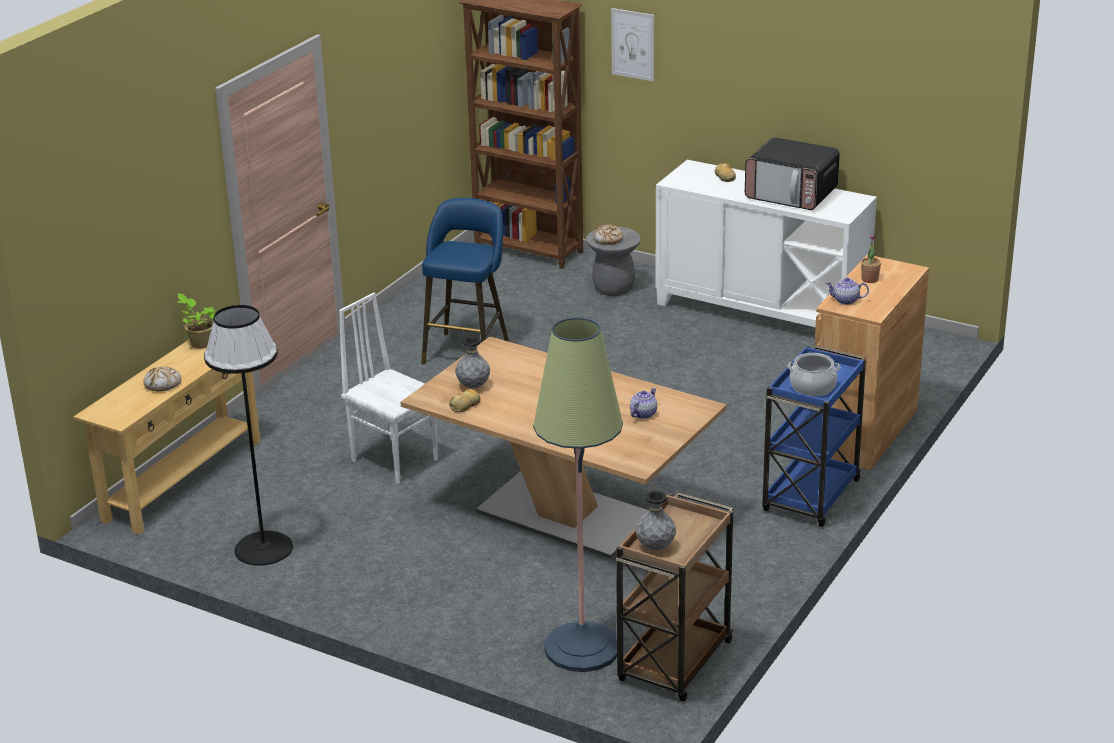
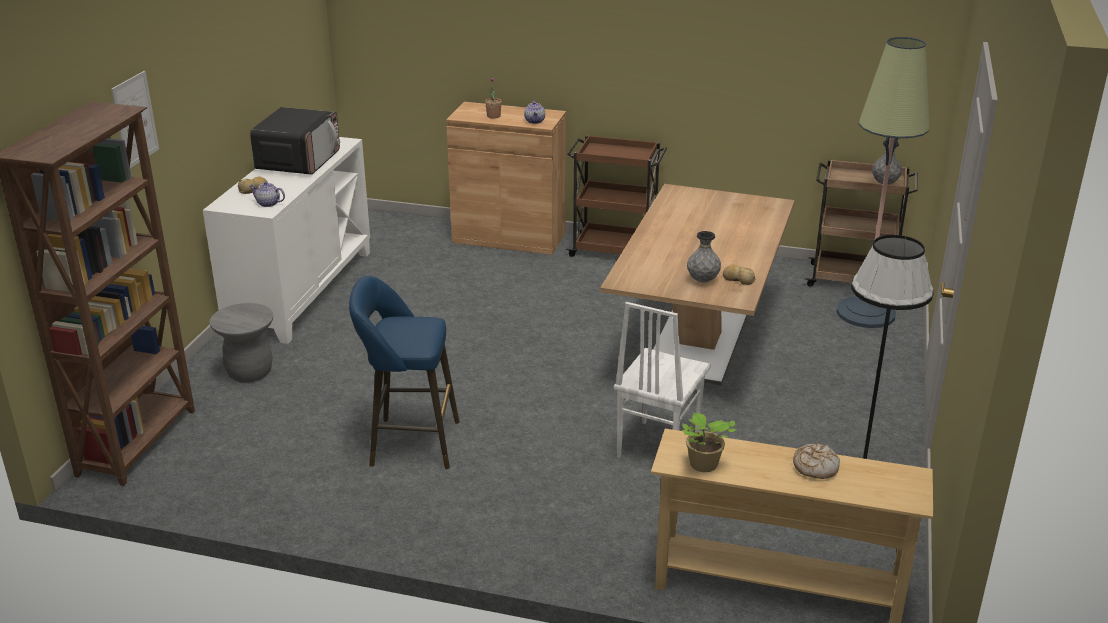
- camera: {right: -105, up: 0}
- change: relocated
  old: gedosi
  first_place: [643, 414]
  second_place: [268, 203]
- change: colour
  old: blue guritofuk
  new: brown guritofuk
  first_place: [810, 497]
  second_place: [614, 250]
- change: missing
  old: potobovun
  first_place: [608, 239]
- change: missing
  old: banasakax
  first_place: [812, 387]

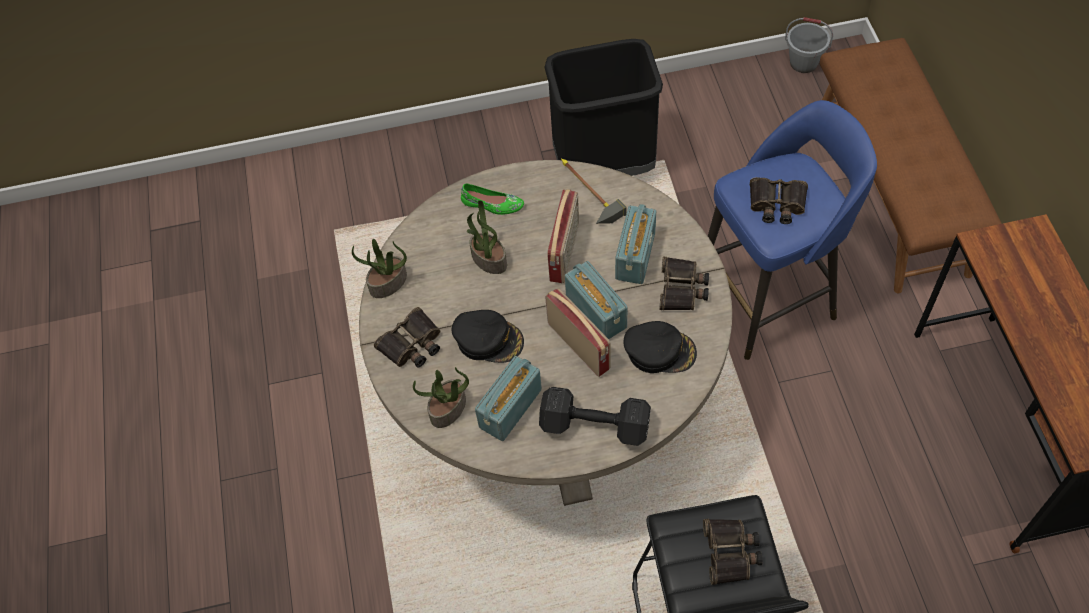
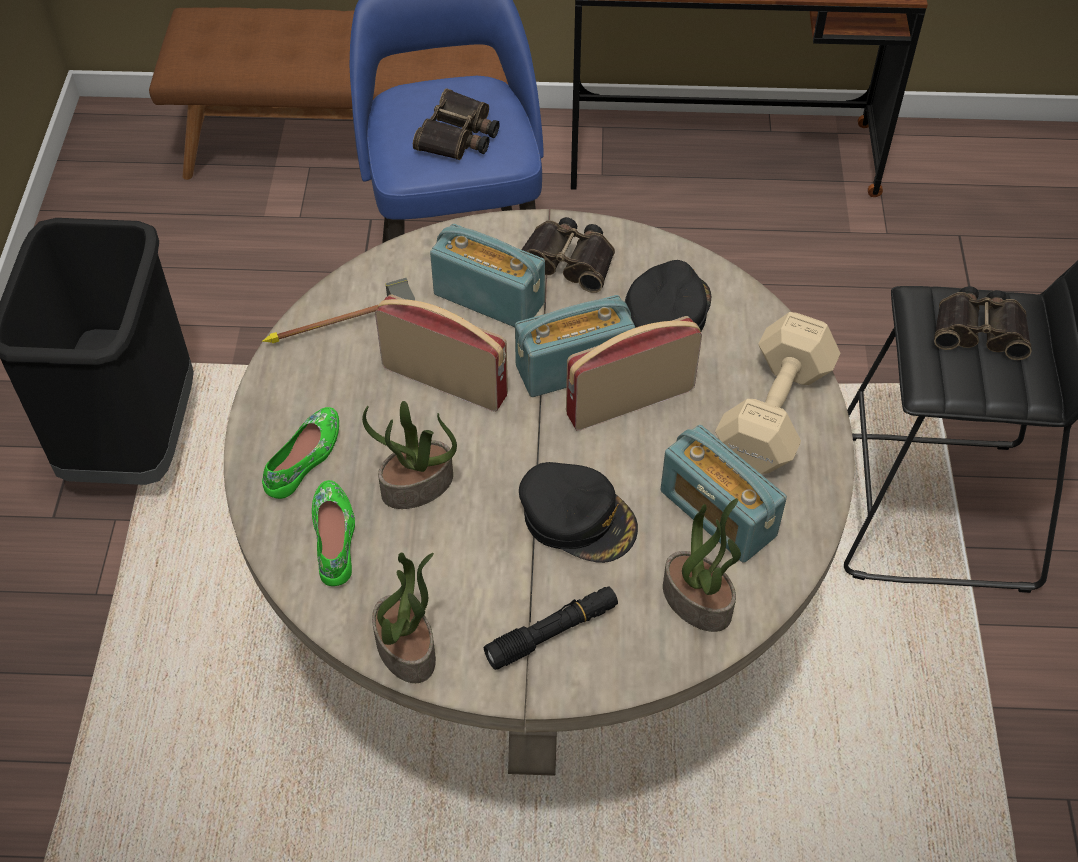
- camera: {right: -80, up: -5}
- change: appeared
  new: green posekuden
  second_place: [335, 538]
- change: exchanged
  old: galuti
  new: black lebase
  first_place: [412, 344]
  second_place: [552, 633]
- change: spun
  old: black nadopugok
  first_place: [488, 339]
  second_place: [578, 517]
  degrees: 90
- change: colour
  old: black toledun
  new: beige toledun
  first_place: [592, 424]
  second_place: [771, 415]
- change: missing
  old: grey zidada
  first_place: [804, 62]

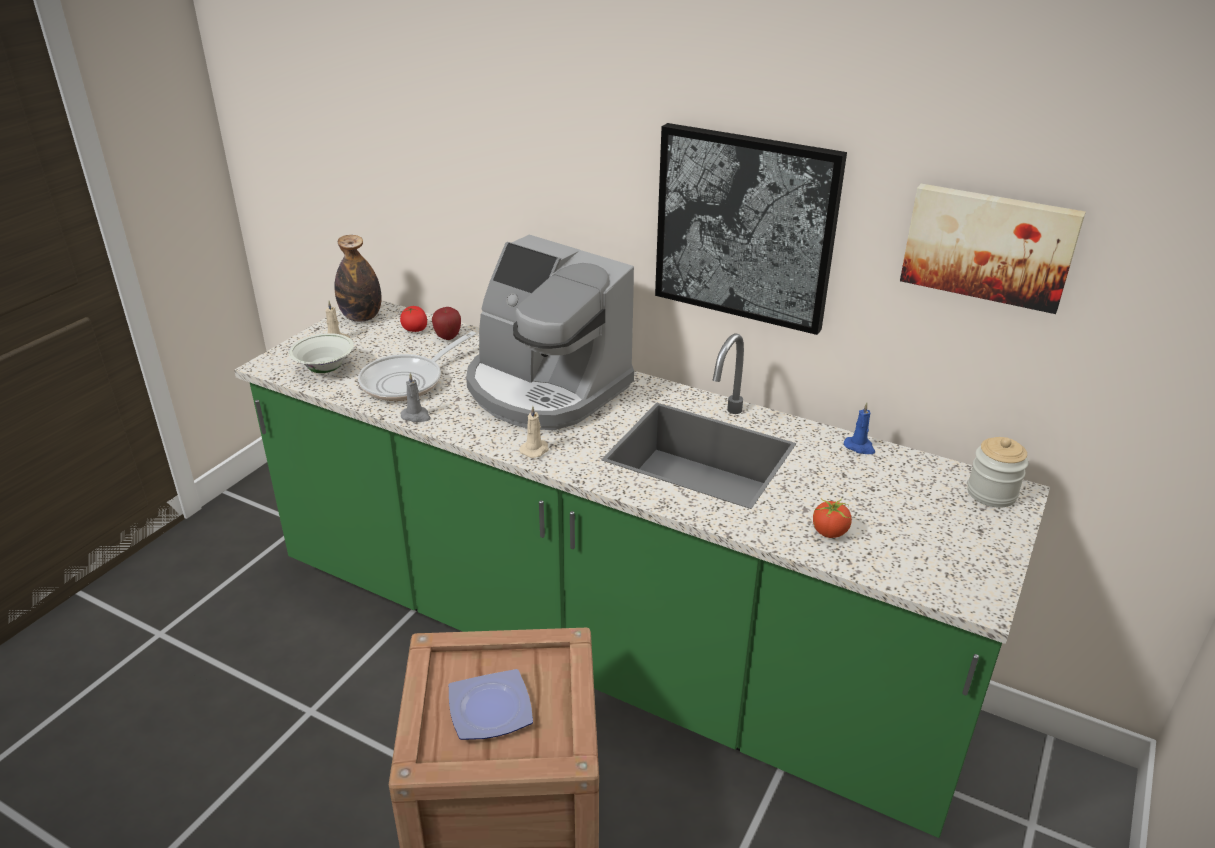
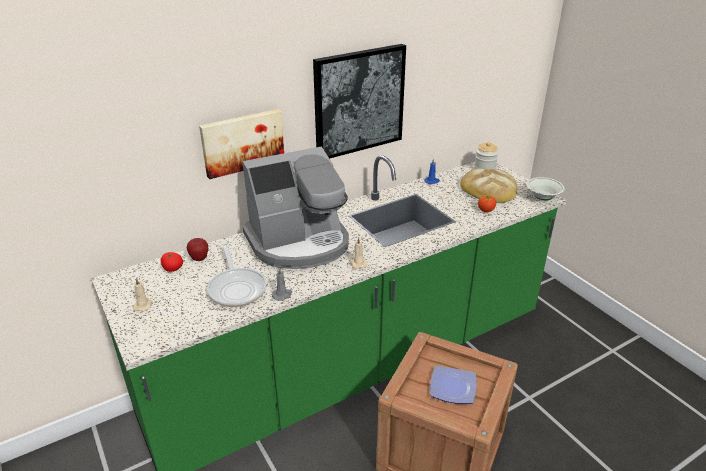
- camera: {right: -60, up: 0}
- change: relocated
  old: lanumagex
  first_place: [989, 245]
  second_place: [242, 142]
- change: appeared
  new: potobovun
  second_place: [489, 189]
- change: relocated
  old: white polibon
  first_place: [325, 369]
  second_place: [542, 198]
- change: missing
  old: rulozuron
  first_place: [361, 317]

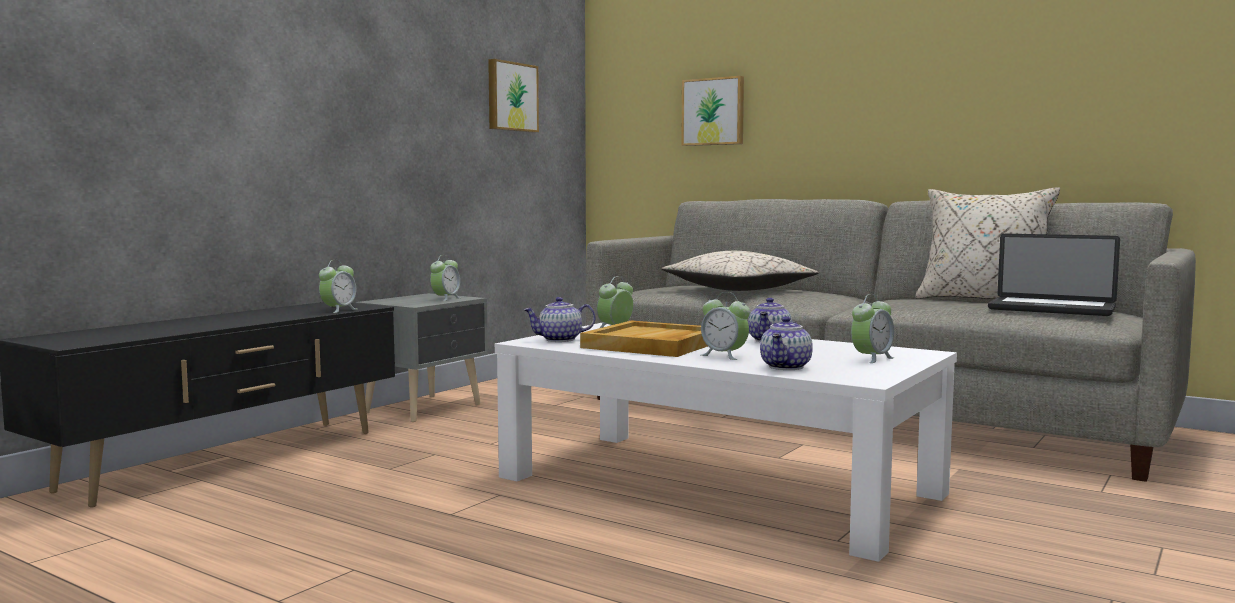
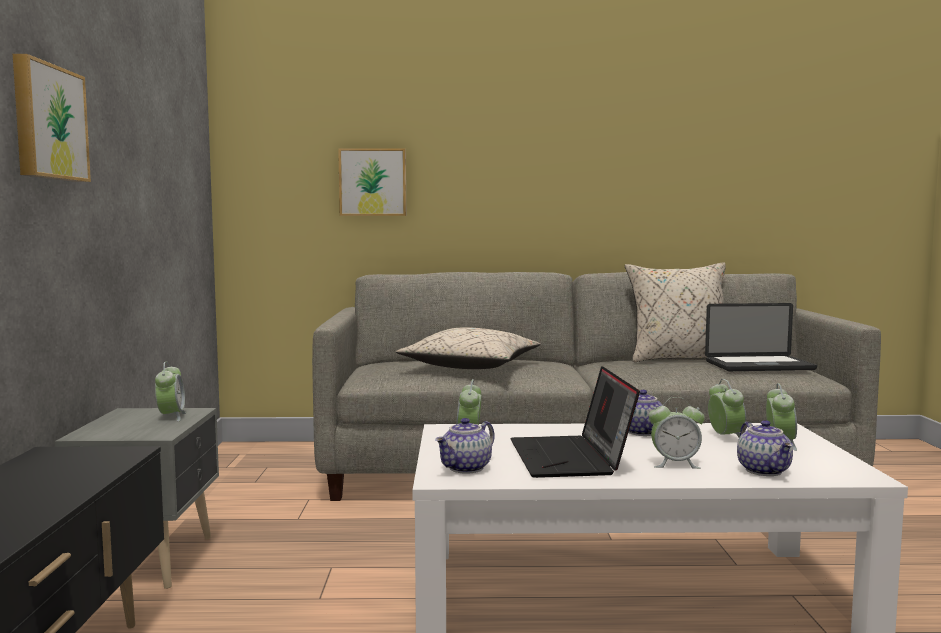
- camera: {right: -35, up: 0}
- change: relocated
  old: lanumagex
  first_place: [511, 97]
  second_place: [47, 122]
- change: exchanged
  old: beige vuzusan
  new: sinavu
  first_place: [652, 345]
  second_place: [571, 458]
- change: relocated
  old: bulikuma
  first_place: [338, 310]
  second_place: [725, 437]

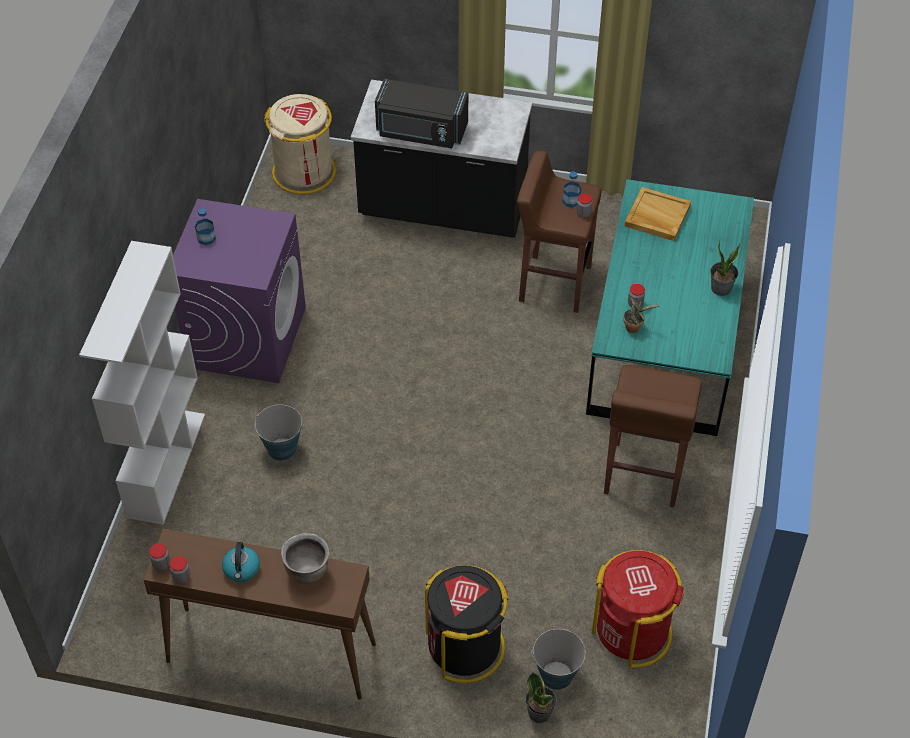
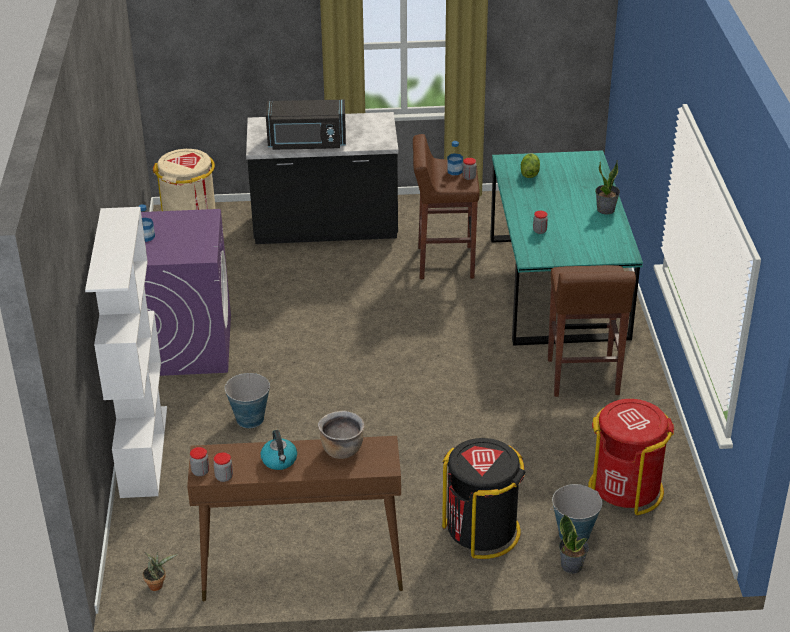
- camera: {right: -15, up: -15}
- change: relocated
  old: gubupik
  first_place: [634, 327]
  second_place: [157, 584]
- change: exchanged
  old: beige vuzusan
  new: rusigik
  first_place: [656, 216]
  second_place: [529, 173]

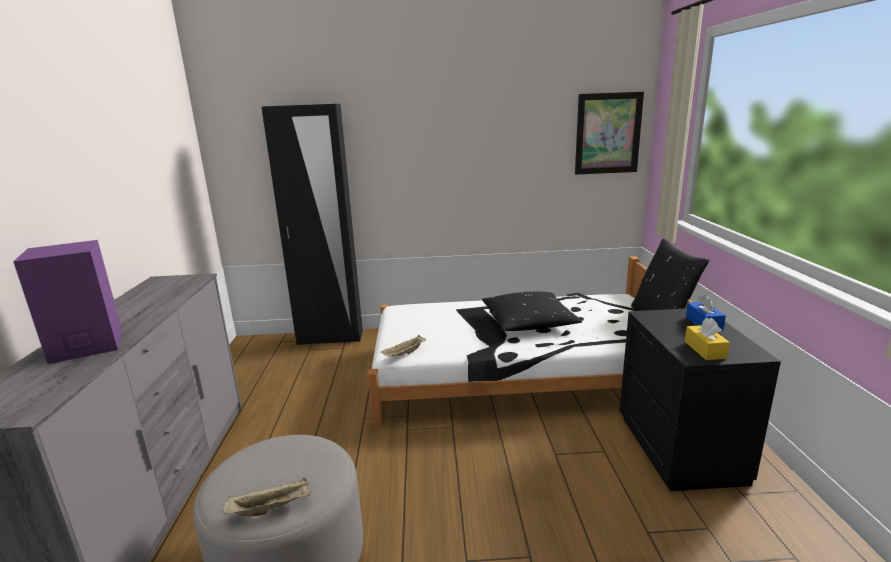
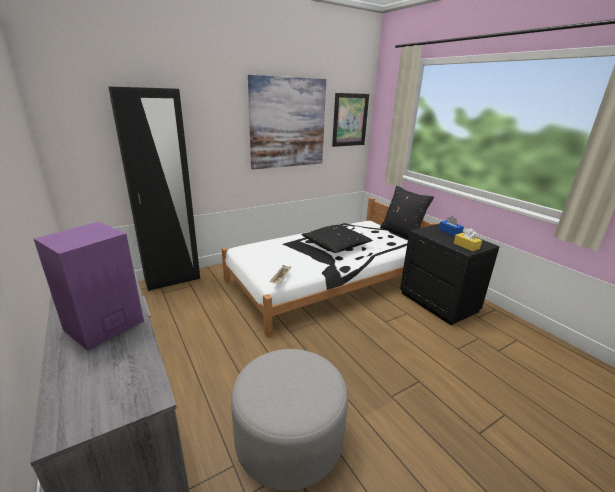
- camera: {right: -30, up: 5}
- change: appeared
  new: lanumagex
  second_place: [288, 123]
- change: missing
  old: beige vuzusan
  first_place: [271, 508]

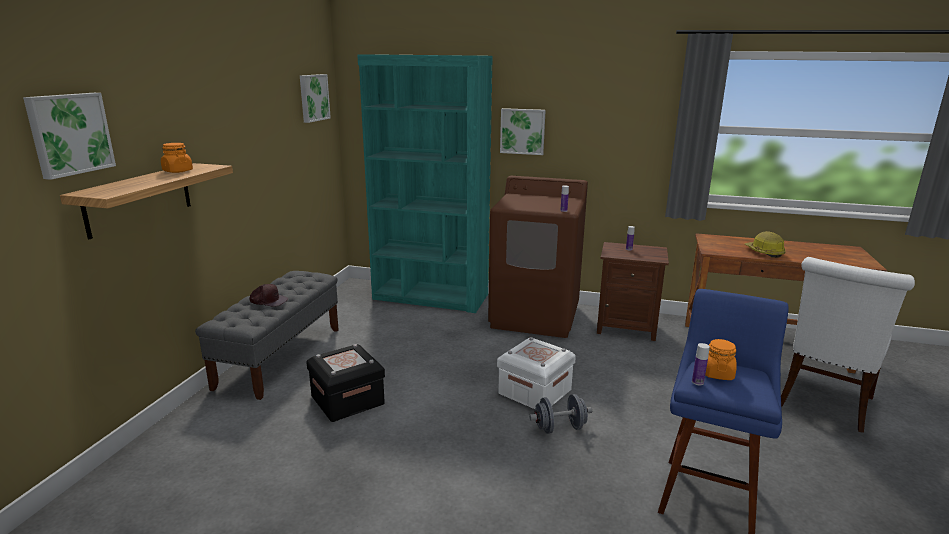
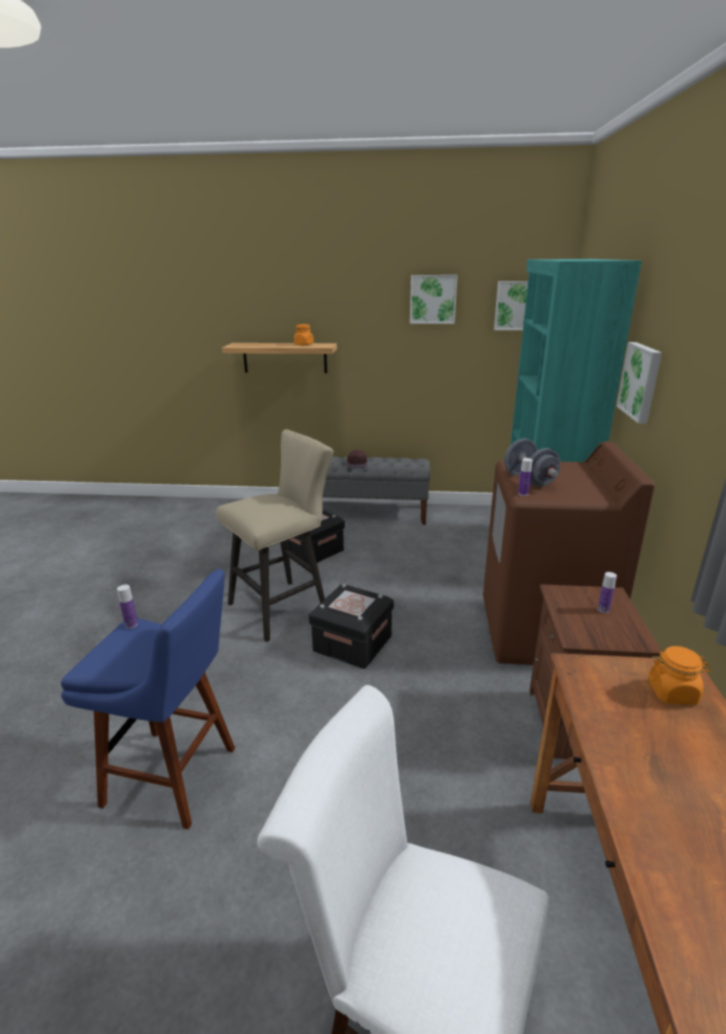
- camera: {right: 80, up: 5}
- change: appeared
  new: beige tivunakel
  second_place: [284, 606]
- change: colour
  old: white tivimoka
  new: black tivimoka
  first_place: [534, 392]
  second_place: [352, 643]
- change: relocated
  old: lanumagex
  first_place: [69, 134]
  second_place: [433, 299]
- change: relocated
  old: grey toledun
  first_place: [560, 428]
  second_place: [529, 480]
- change: relocated
  old: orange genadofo
  first_place: [717, 373]
  second_place: [672, 692]
- change: missing
  old: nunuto
  first_place: [764, 252]

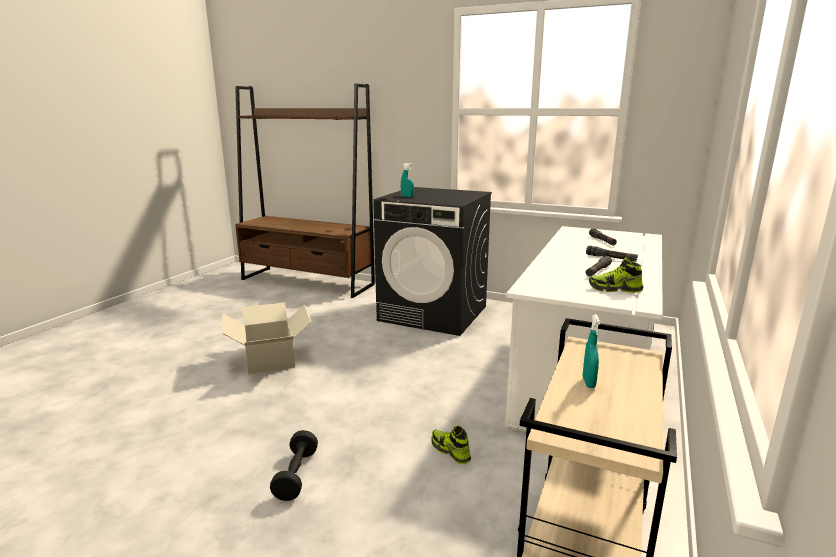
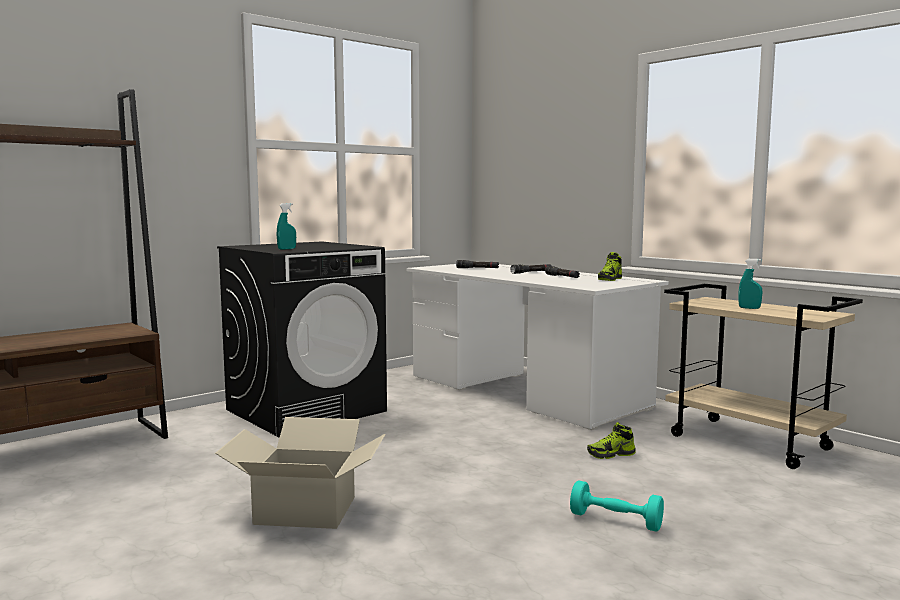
- camera: {right: -65, up: -10}
- change: colour
  old: black toledun
  new: turquoise toledun
  first_place: [296, 475]
  second_place: [615, 521]

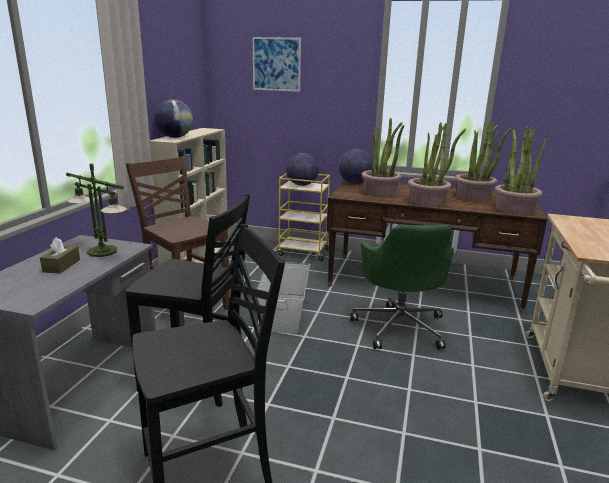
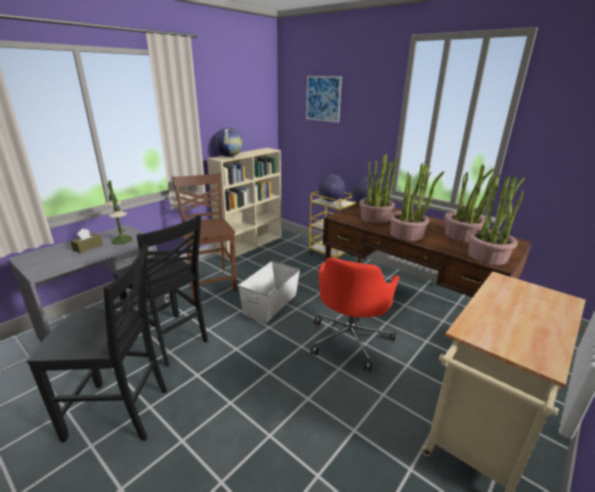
- camera: {right: 25, up: 5}
- change: colour
  old: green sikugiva
  new: red sikugiva
  first_place: [400, 326]
  second_place: [350, 339]

